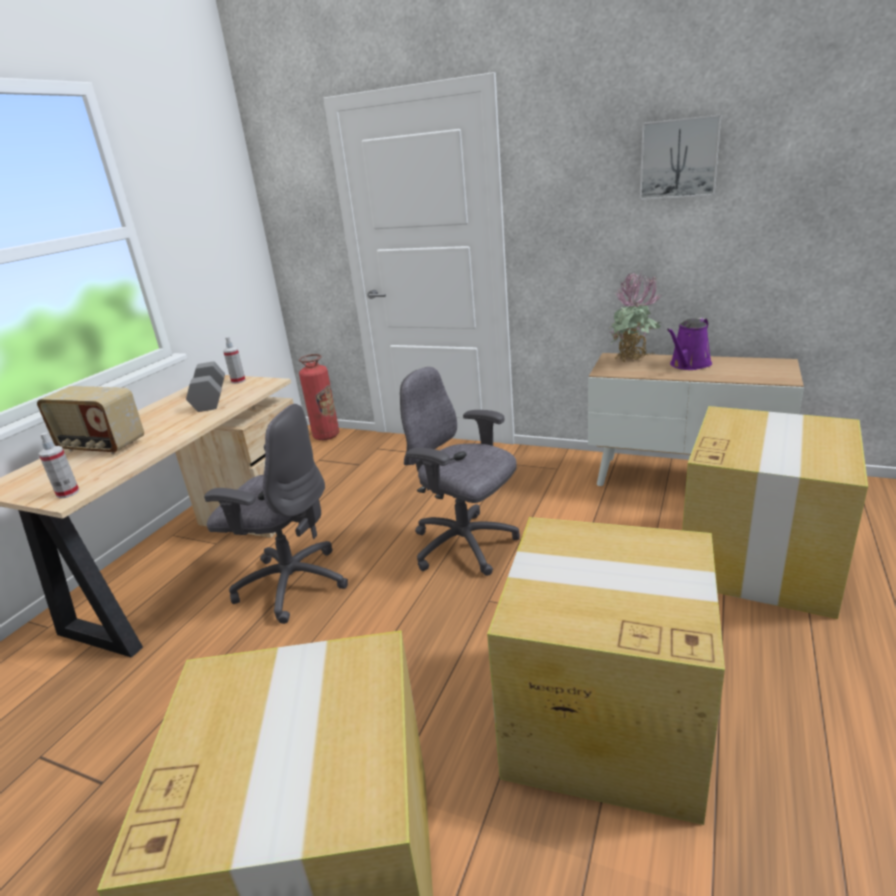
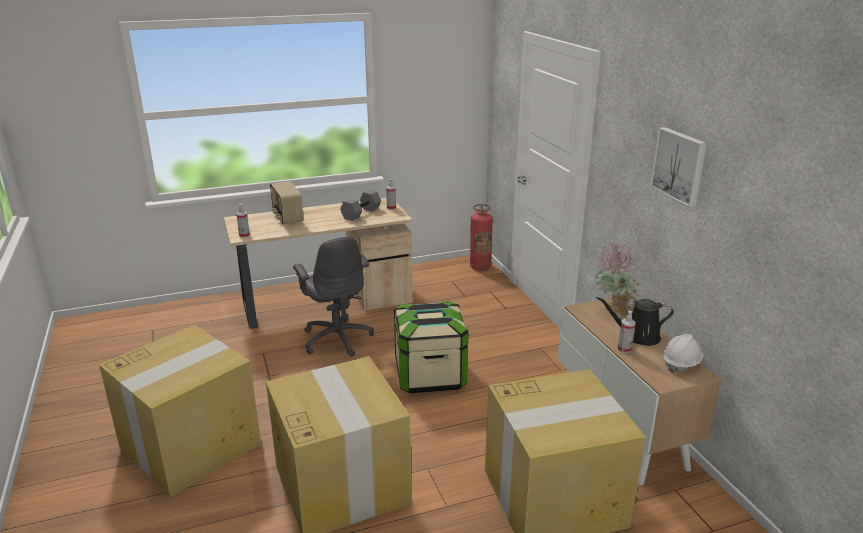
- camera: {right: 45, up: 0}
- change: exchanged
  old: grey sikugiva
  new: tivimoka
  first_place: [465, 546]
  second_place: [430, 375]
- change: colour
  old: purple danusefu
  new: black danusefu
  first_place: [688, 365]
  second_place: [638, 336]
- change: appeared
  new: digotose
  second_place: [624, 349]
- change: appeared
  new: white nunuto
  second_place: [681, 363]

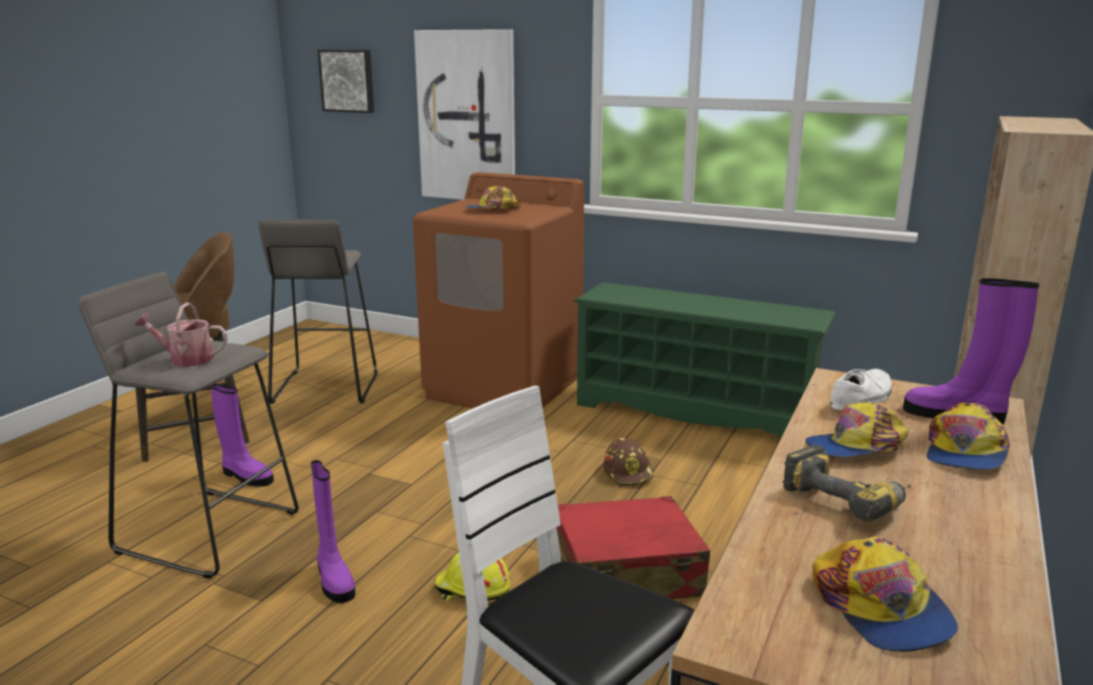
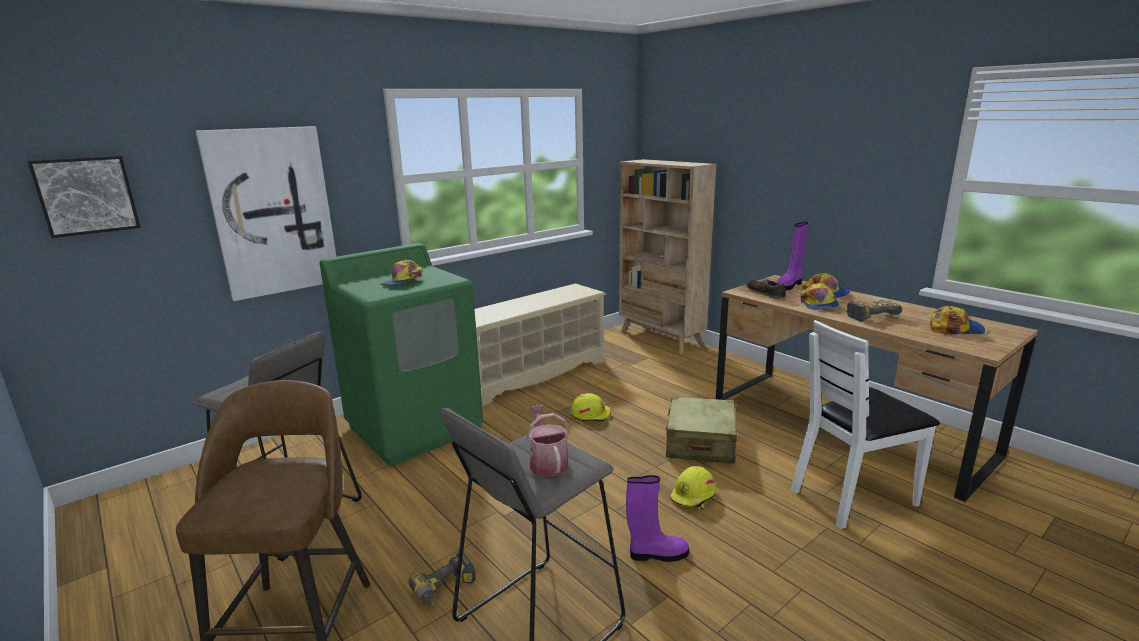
- camera: {right: -65, up: 0}
- change: colour
  old: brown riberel
  new: green riberel
  first_place: [505, 388]
  second_place: [415, 427]
- change: exchanged
  old: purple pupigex
  new: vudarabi
  first_place: [246, 476]
  second_place: [445, 591]
- change: colour
  old: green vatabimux
  new: beige vatabimux
  first_place: [696, 412]
  second_place: [532, 375]
- change: spun
  old: danusefu
  first_place: [186, 359]
  second_place: [547, 462]
  degrees: 135
- change: colour
  old: brown nunuto
  new: yellow nunuto
  first_place: [628, 473]
  second_place: [591, 414]
- change: colour
  old: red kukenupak
  new: beige kukenupak
  first_place: [624, 573]
  second_place: [700, 443]
- change: colour
  old: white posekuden
  new: brown posekuden
  first_place: [861, 398]
  second_place: [765, 293]

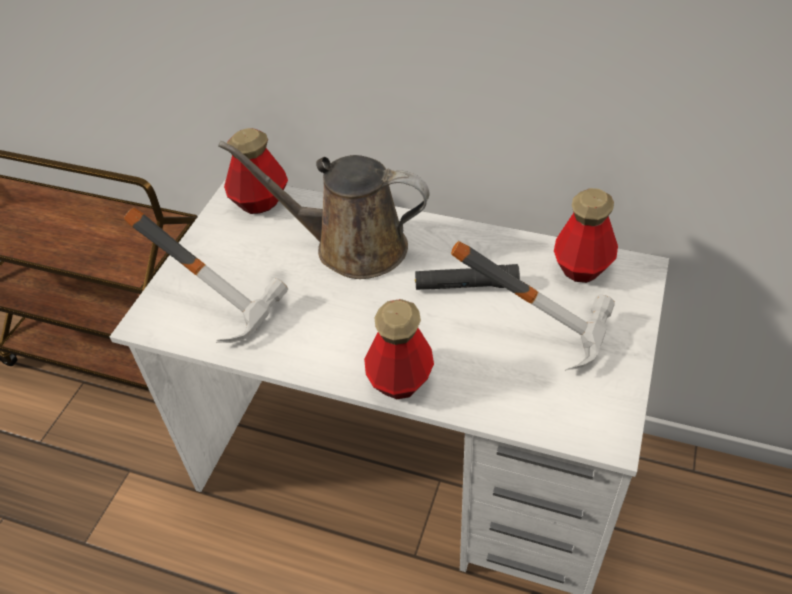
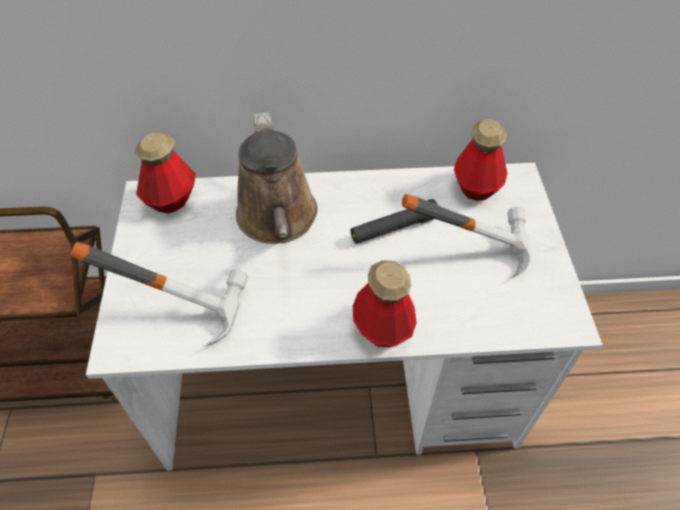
- camera: {right: -25, up: 5}
- change: spun
  old: brown danusefu
  first_place: [351, 246]
  second_place: [278, 220]
  degrees: -90

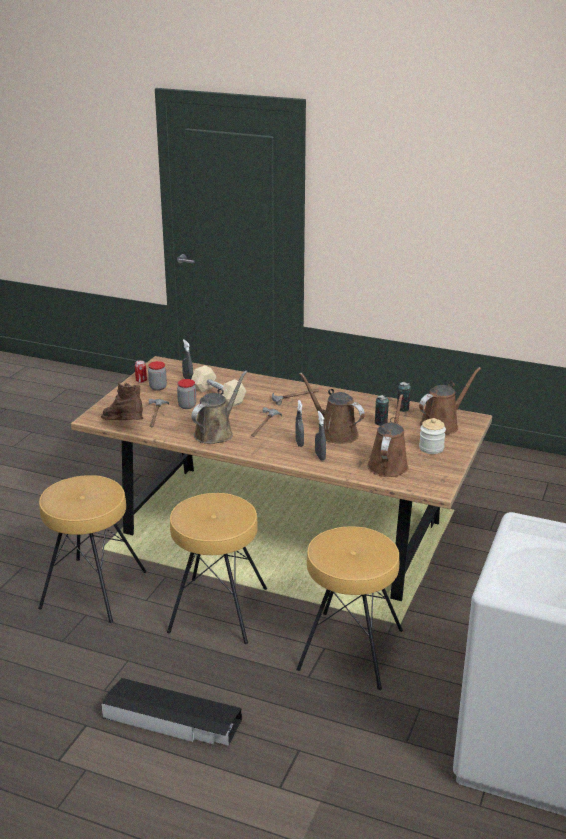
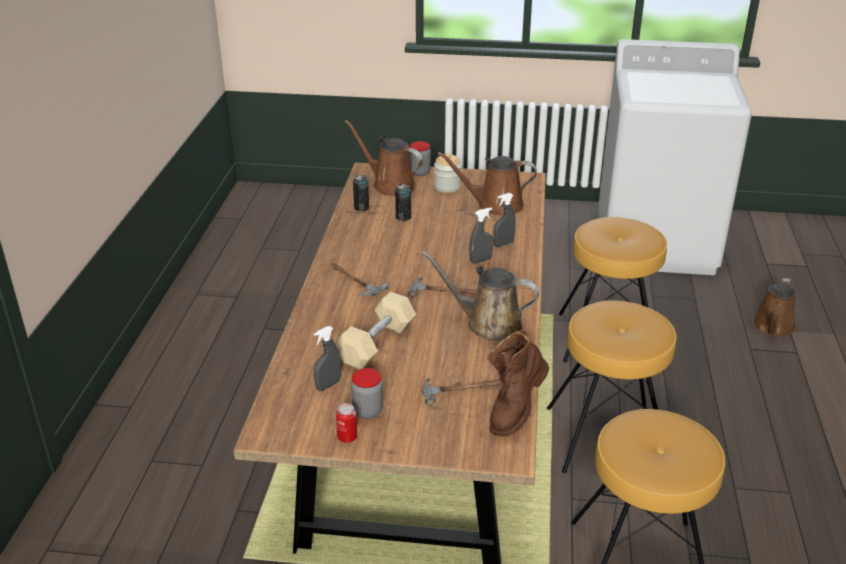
- camera: {right: -105, up: 5}
- change: relocated
  old: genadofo
  first_place: [187, 406]
  second_place: [420, 172]
- change: relocated
  old: brown danusefu
  first_place: [335, 433]
  second_place: [772, 328]
- change: missing
  old: black tivimoka
  first_place: [172, 720]

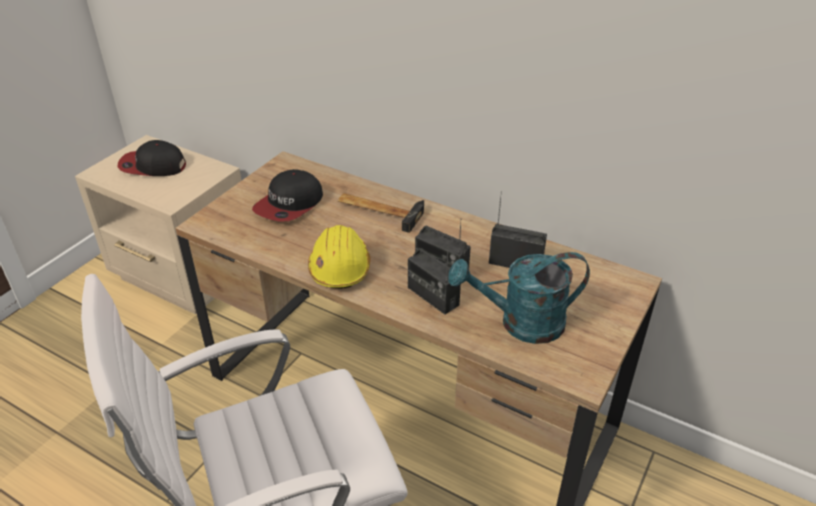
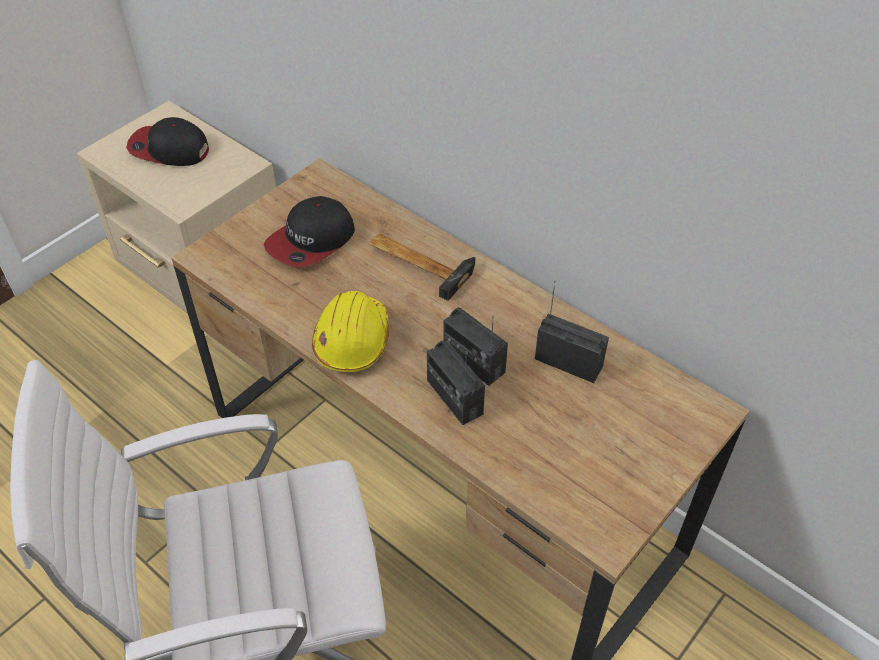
- camera: {right: 10, up: 10}
- change: missing
  old: turquoise danusefu
  first_place: [520, 323]

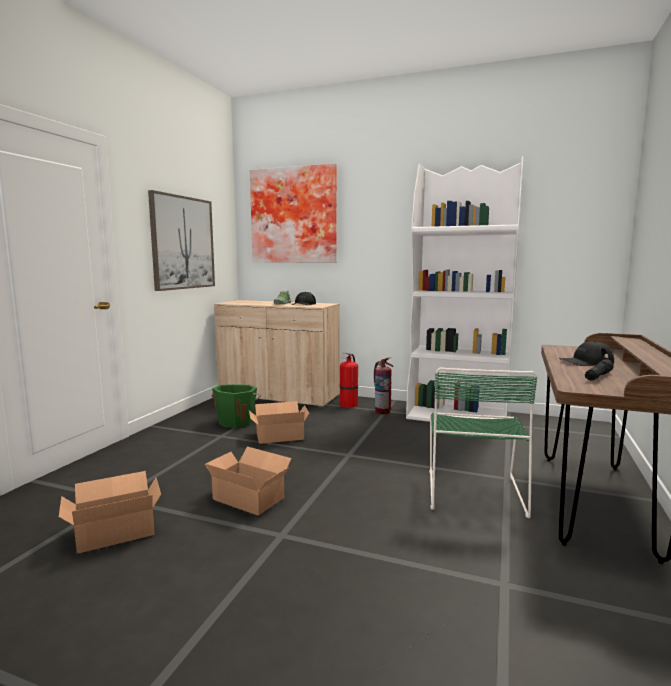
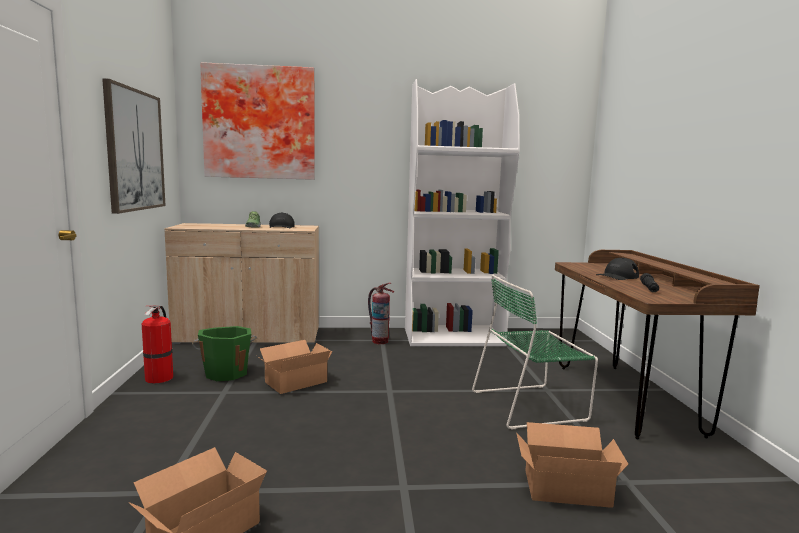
- camera: {right: -25, up: 0}
- change: relocated
  old: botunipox
  first_place: [349, 404]
  second_place: [160, 377]
- change: spun
  old: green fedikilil
  first_place: [474, 490]
  second_place: [531, 405]
  degrees: 90
- change: relocated
  old: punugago
  first_place: [249, 497]
  second_place: [564, 486]

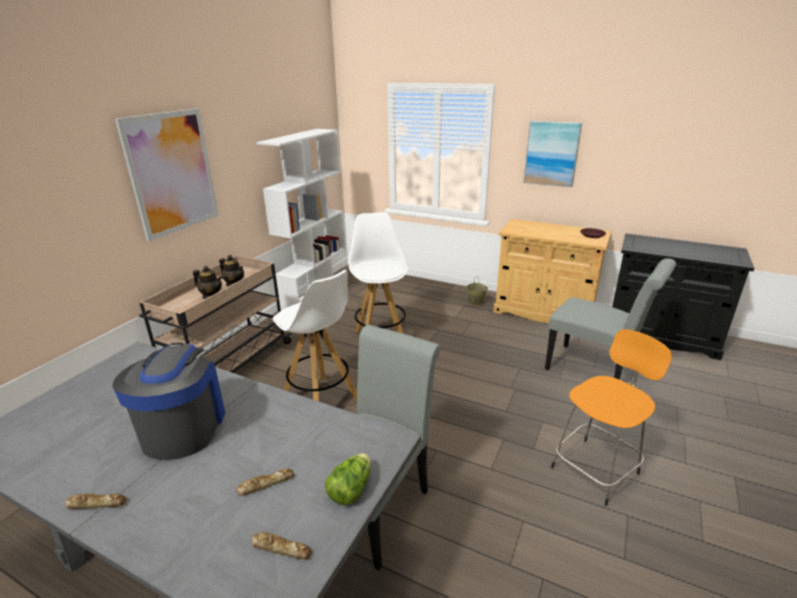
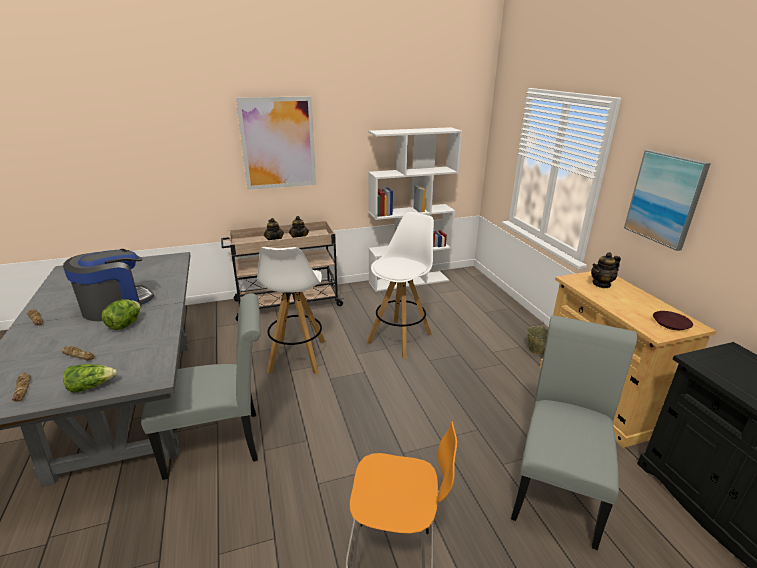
- camera: {right: 45, up: 0}
- change: appeared
  new: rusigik
  second_place: [125, 325]
- change: spun
  old: grey fedikilil
  first_place: [595, 370]
  second_place: [556, 486]
  degrees: -150
- change: appeared
  new: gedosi
  second_place: [601, 284]

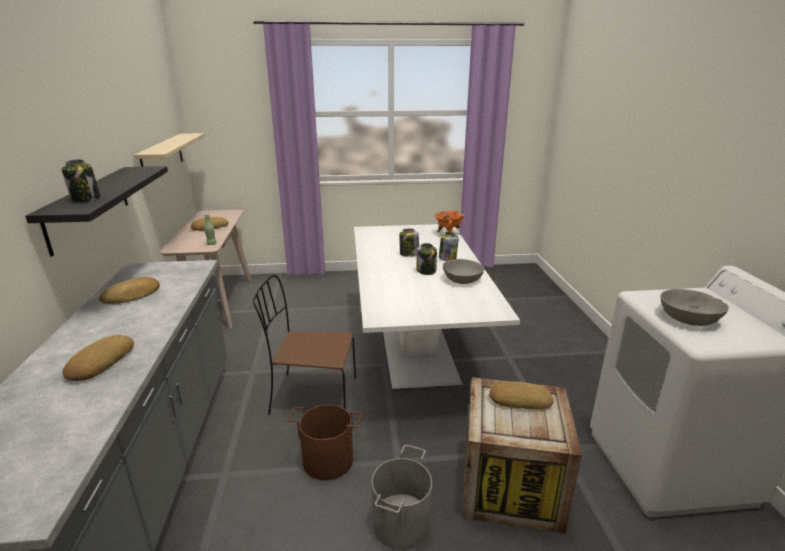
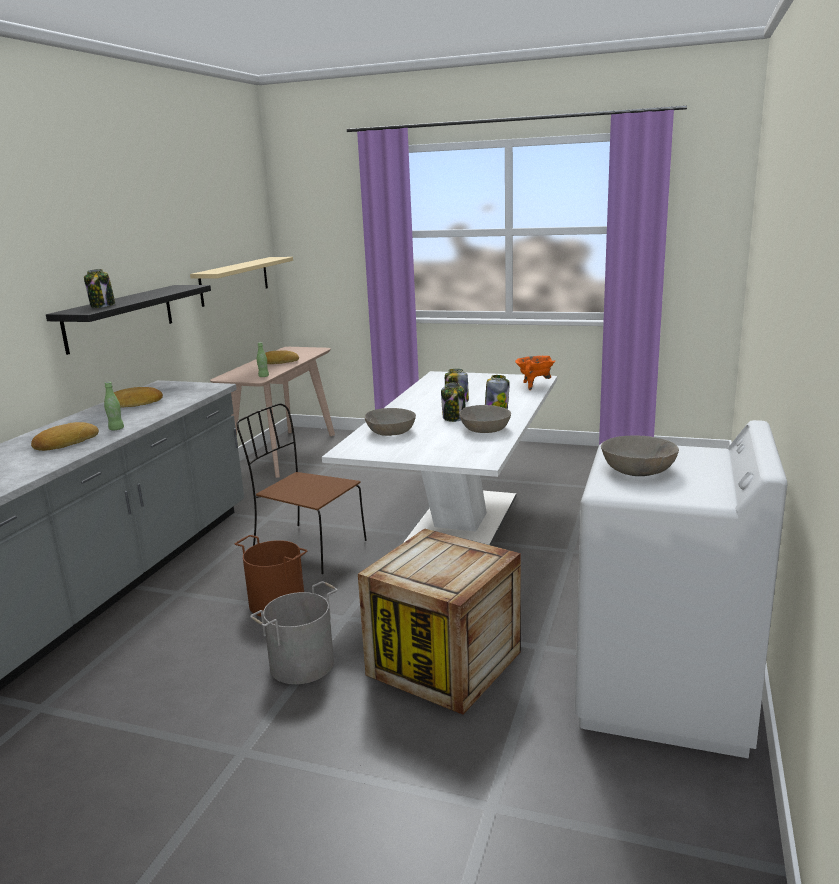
- camera: {right: 25, up: -5}
- change: appeared
  new: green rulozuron
  second_place: [116, 429]
- change: appeared
  new: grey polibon
  second_place: [391, 432]
- change: missing
  old: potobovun
  first_place: [519, 399]

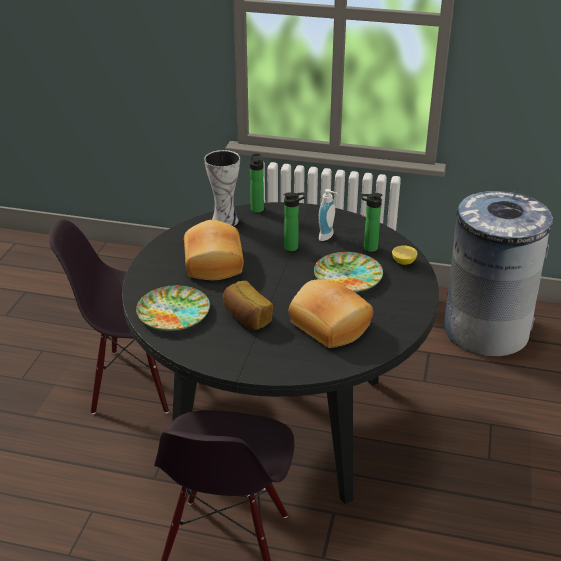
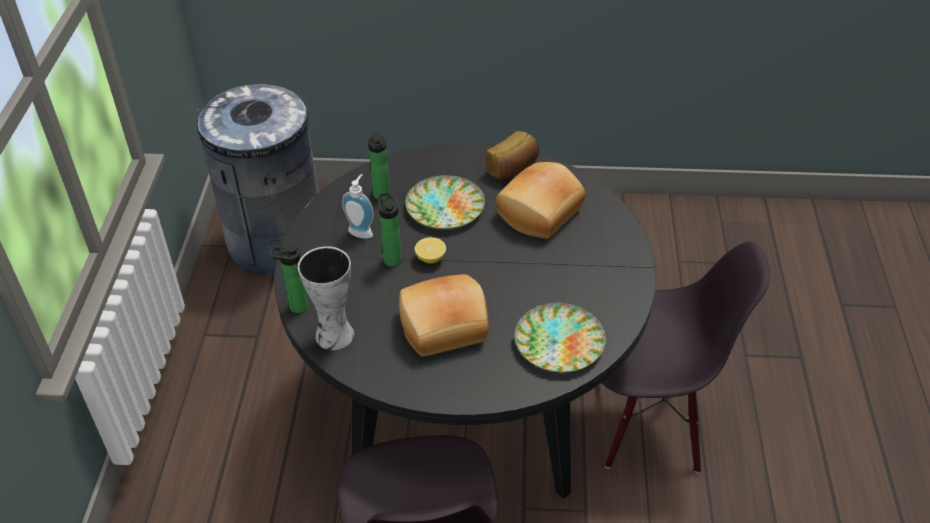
- camera: {right: -100, up: 10}
- change: relocated
  old: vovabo
  first_place: [403, 262]
  second_place: [430, 258]
- change: relocated
  old: potobovun
  first_place: [246, 317]
  second_place: [513, 168]

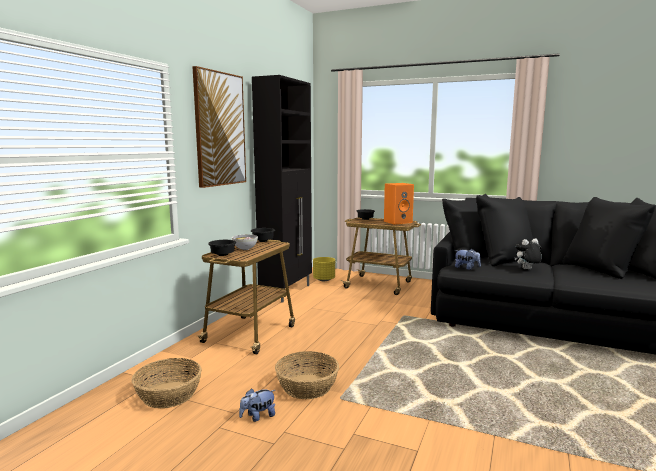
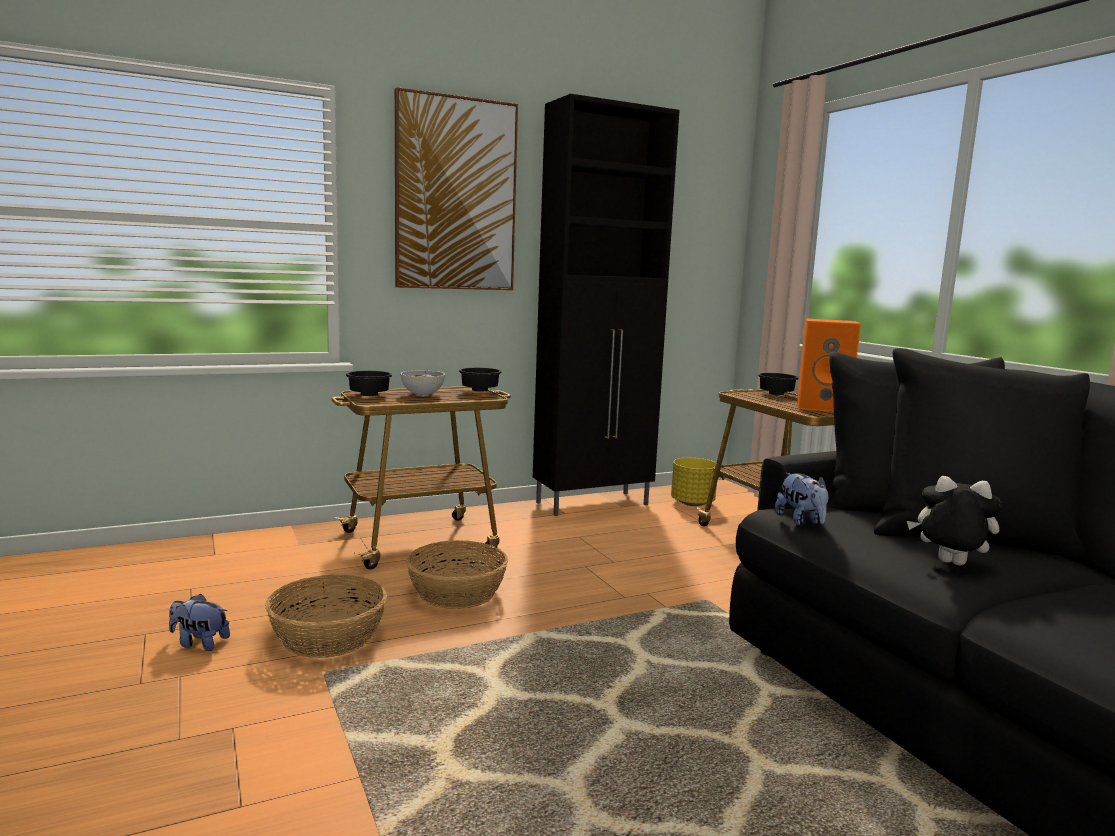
- camera: {right: 40, up: 0}
- change: relocated
  old: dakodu
  first_place: [169, 394]
  second_place: [457, 592]

